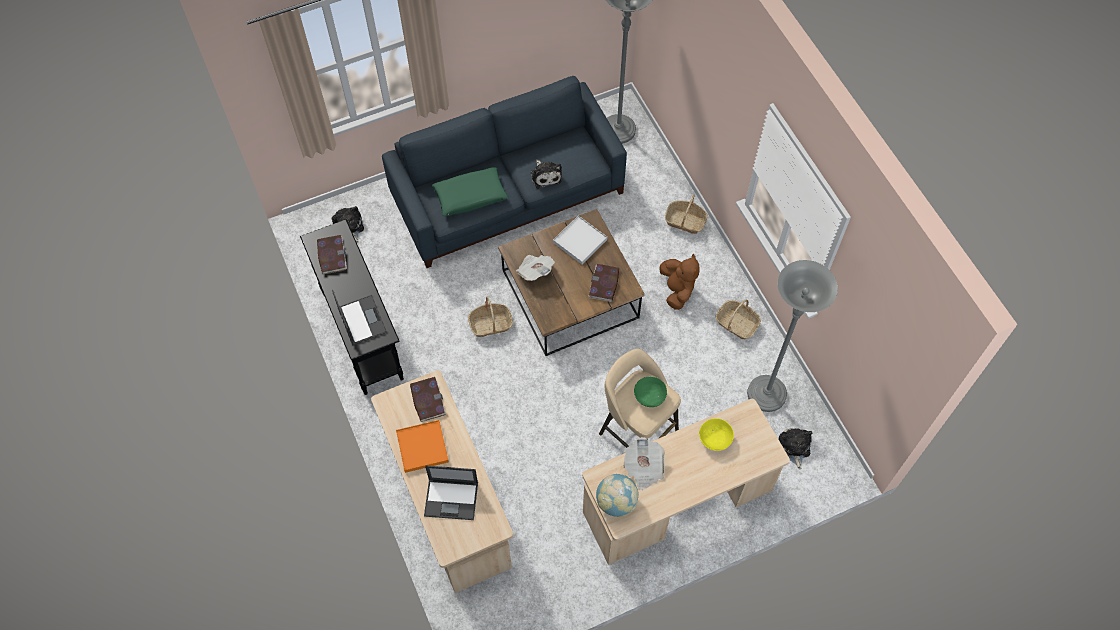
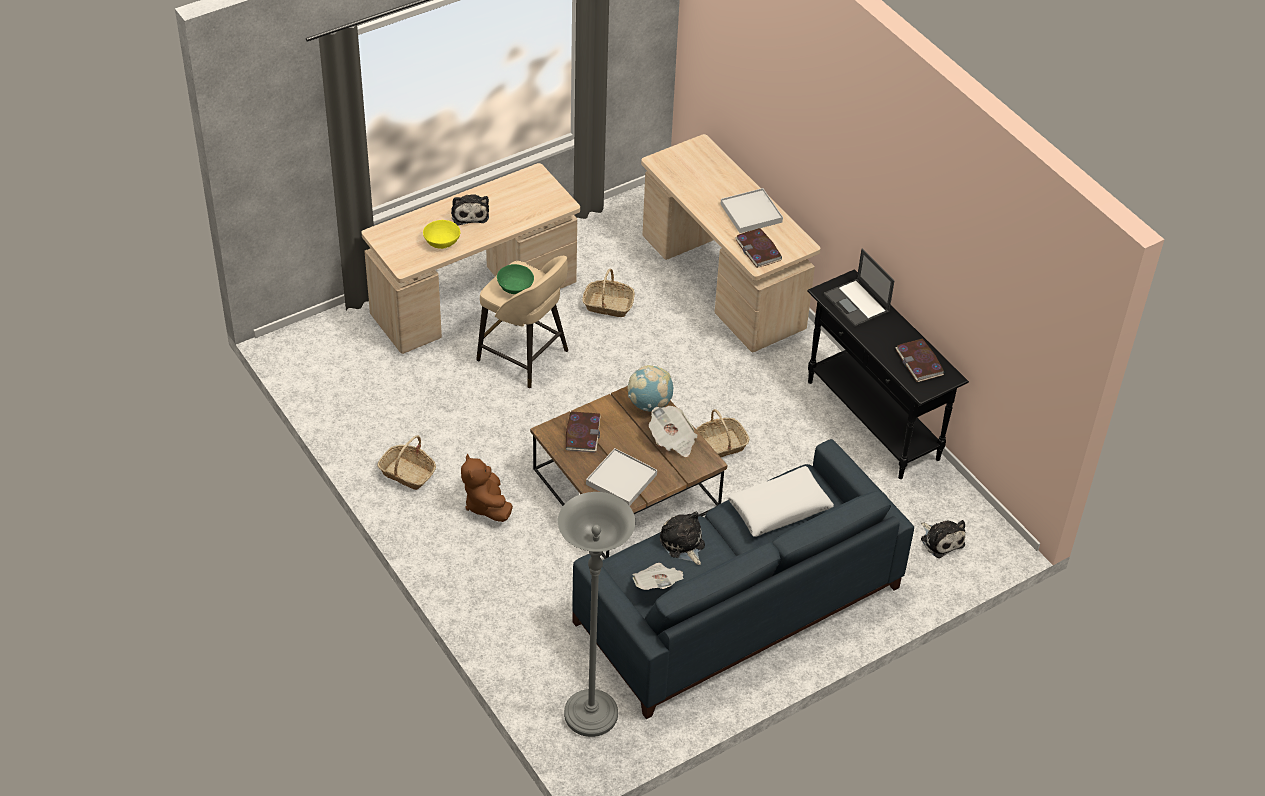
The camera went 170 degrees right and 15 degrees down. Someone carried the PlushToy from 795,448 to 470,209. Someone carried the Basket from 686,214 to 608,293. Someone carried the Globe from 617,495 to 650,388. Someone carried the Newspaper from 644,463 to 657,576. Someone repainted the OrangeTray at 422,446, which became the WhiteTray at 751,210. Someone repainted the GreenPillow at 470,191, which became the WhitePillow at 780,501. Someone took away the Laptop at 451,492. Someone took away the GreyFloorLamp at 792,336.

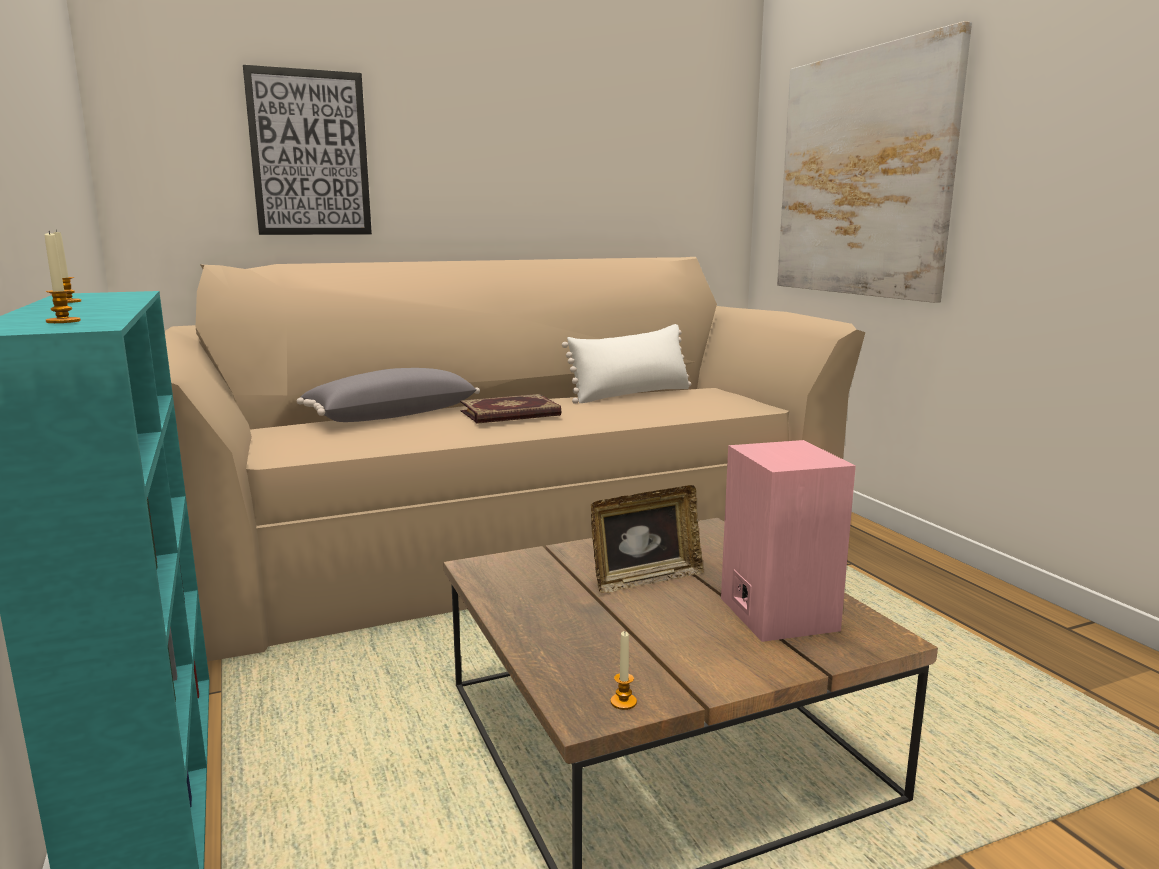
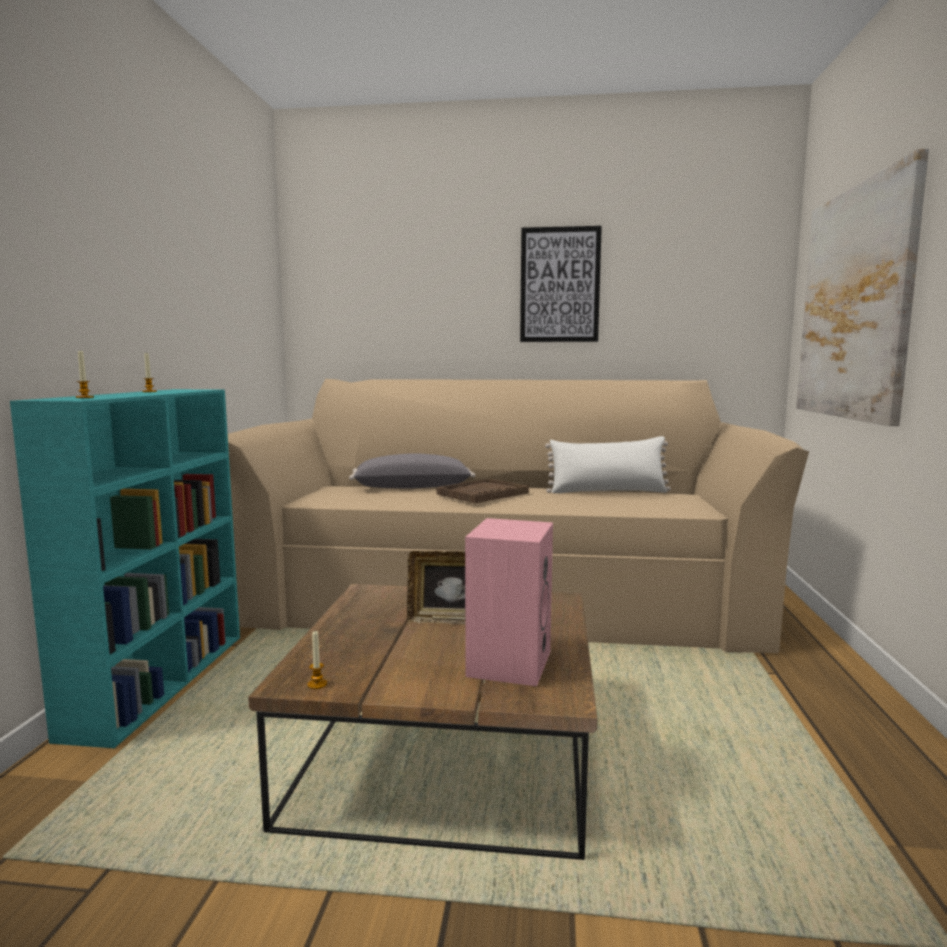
The camera went 30 degrees right and 5 degrees down. Someone swapped the Book at 511,409 for the BrownTray at 483,491. Someone carried the Picture from 307,150 to 561,284.

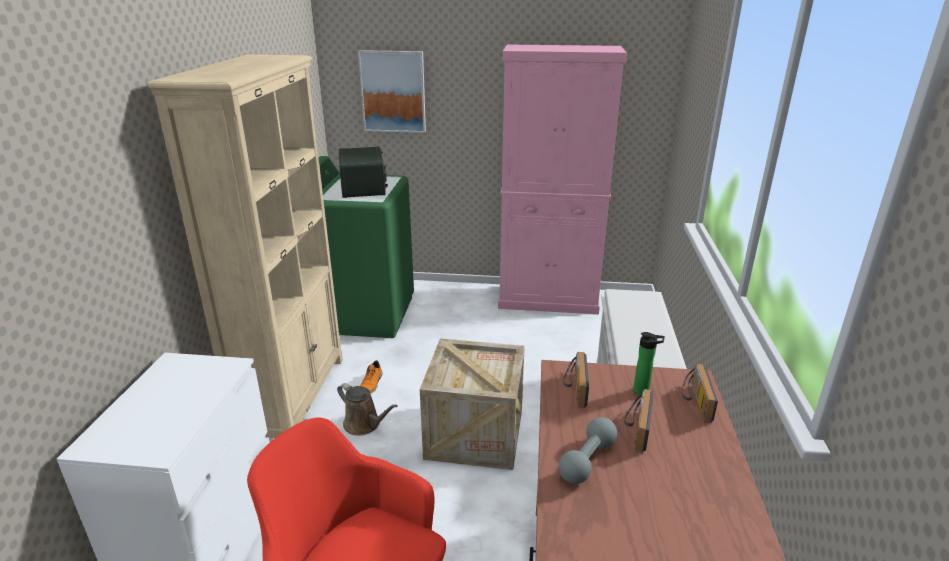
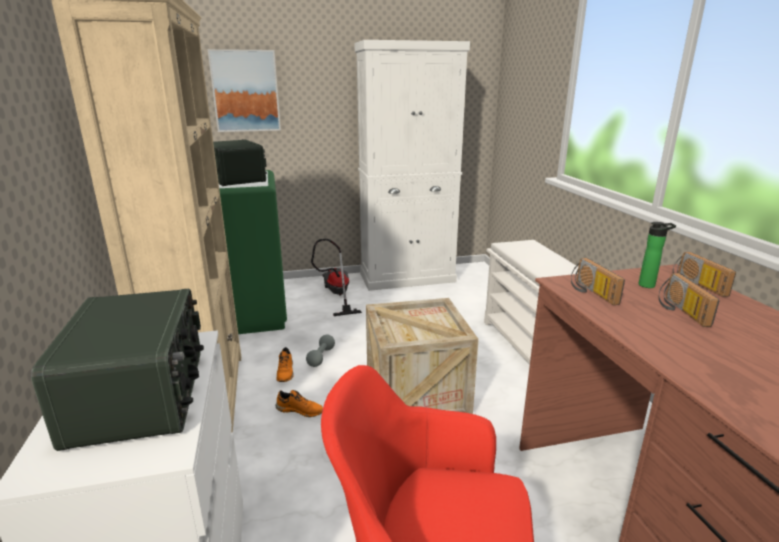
The camera went 20 degrees left and 5 degrees down. Someone put down the Radio at 117,370. Someone swapped the BrownWateringCan at 367,409 for the OrangeShoe at 299,403. Someone carried the GreyDumbbell from 588,450 to 320,351. Someone put down the VacuumCleaner at 336,277. Someone repainted the PinkCabinet at 562,179, which became the WhiteCabinet at 412,165.

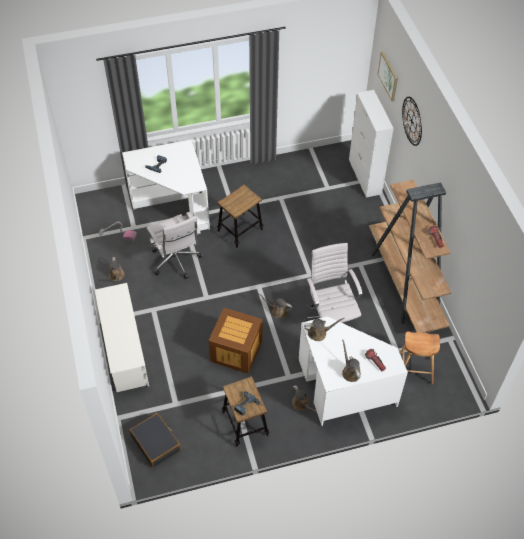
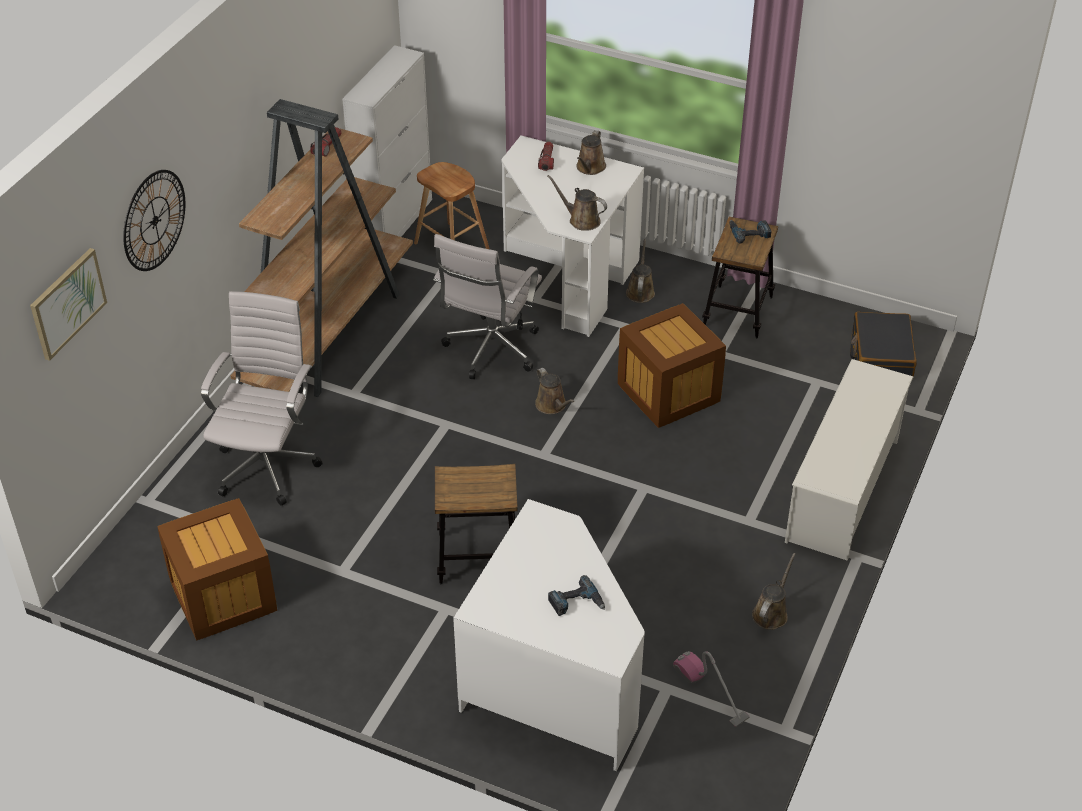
The camera went 140 degrees left and 10 degrees down. Someone put down the Crate at 217,569. Someone carried the WhiteOfficeChair from 174,245 to 261,398. Someone carried the WhiteCabinet from 371,144 to 387,141.

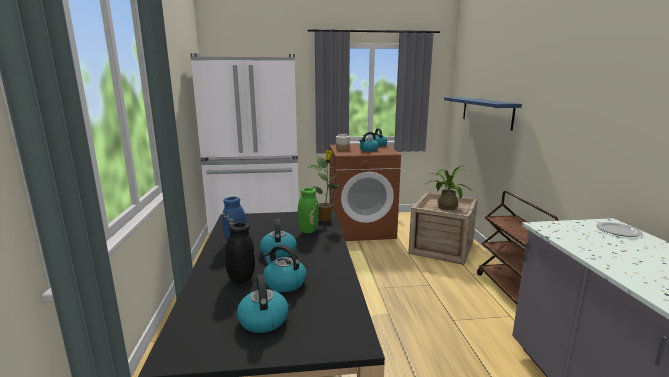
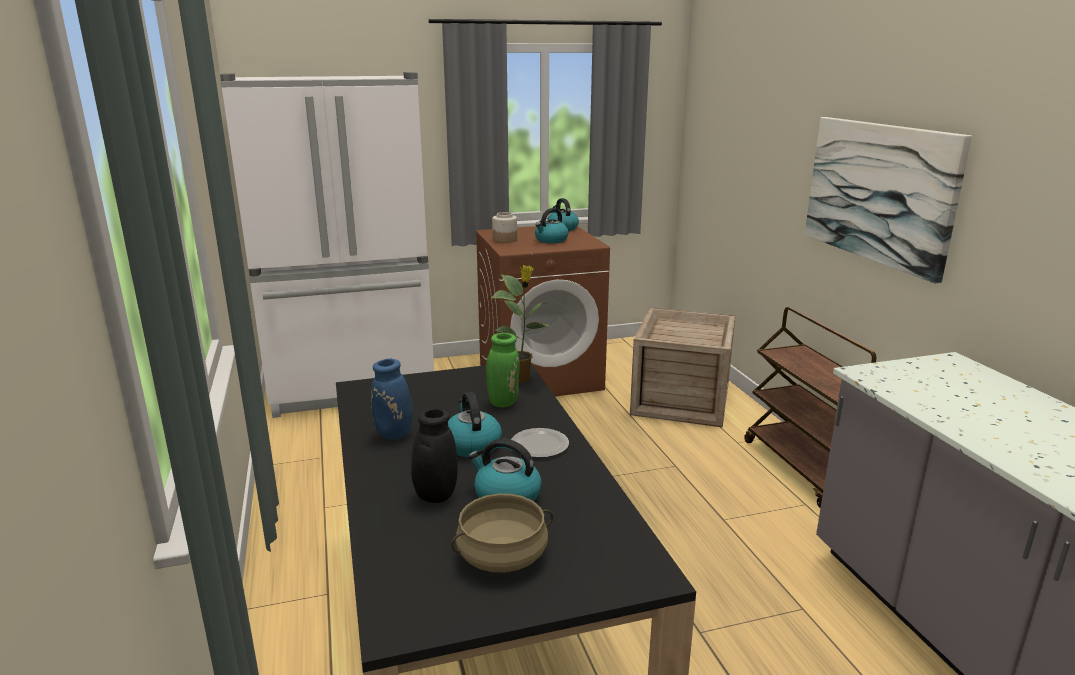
The camera went 10 degrees left and 5 degrees up. Someone swapped the Kettle at 262,303 for the BeigeCookingPot at 502,533. Someone carried the Plate from 619,229 to 540,443. Someone put up the Picture at 888,200. Someone took away the PottedPlant at 449,187. Someone took away the BlueShelf at 483,114.

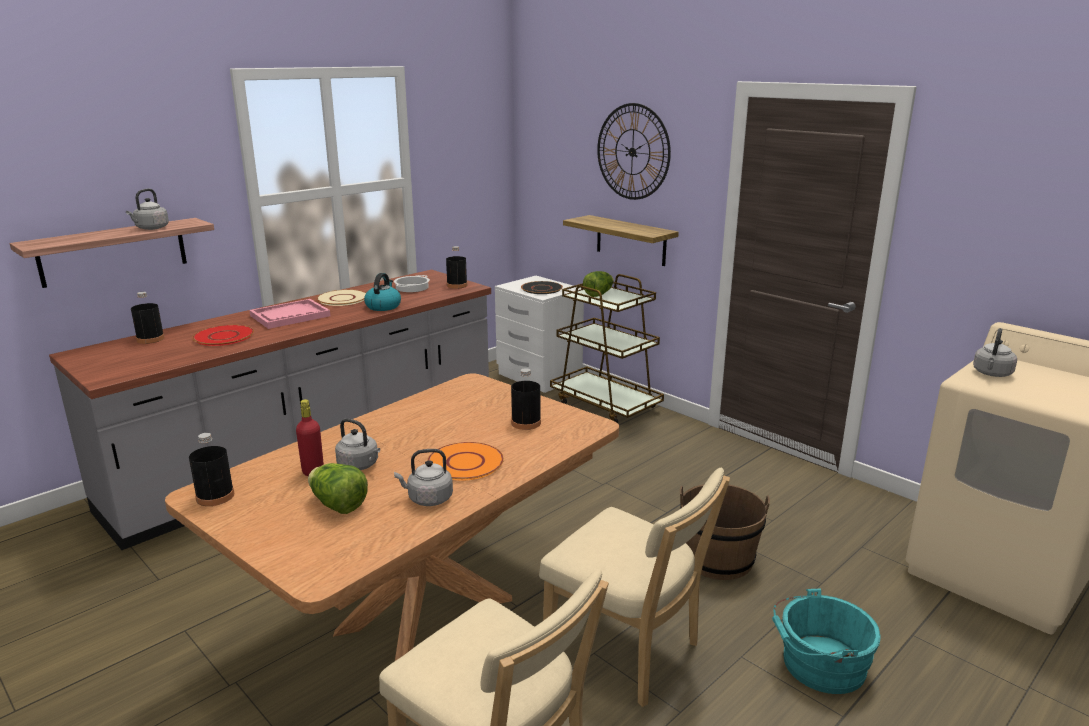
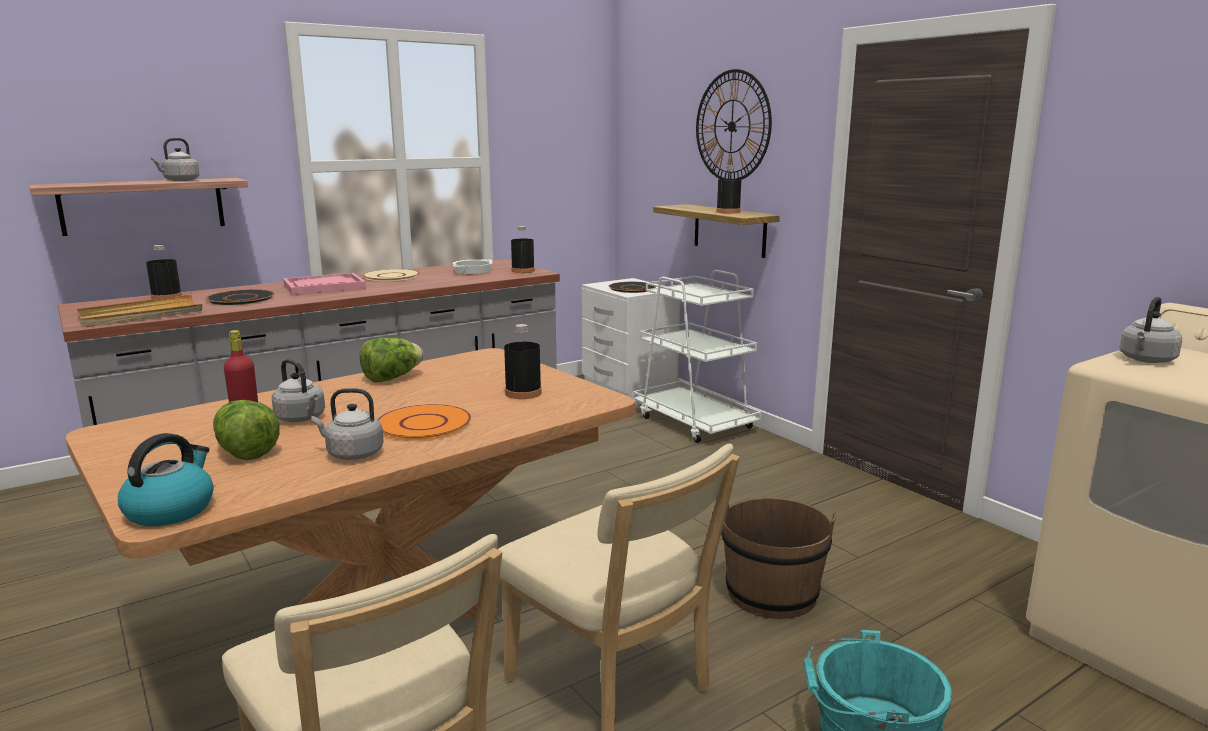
The camera went 10 degrees right and 5 degrees down. Someone put down the BeigeTray at 139,311. Someone carried the Kettle from 382,292 to 166,479. Someone repainted the RedPlate at 223,335, which became the BlackPlate at 240,297. Someone carried the Lettuce from 598,284 to 391,359. Someone repainted the BrownCart at 607,348, which became the WhiteCart at 697,356. Someone carried the BlackBottle from 211,469 to 728,189.

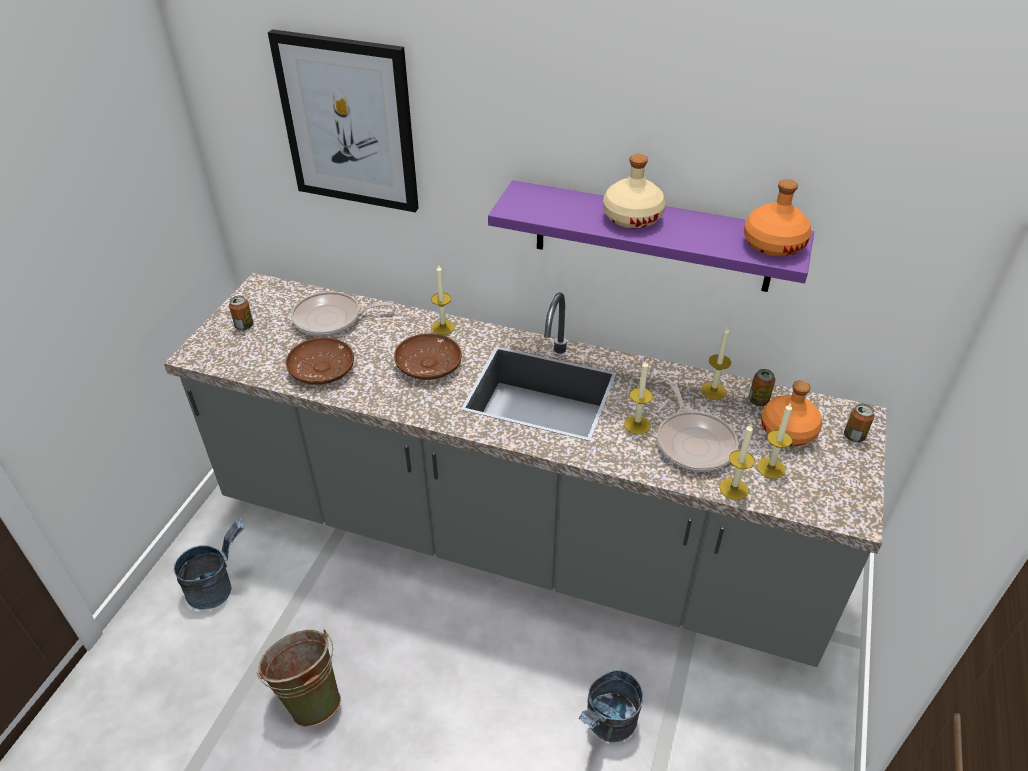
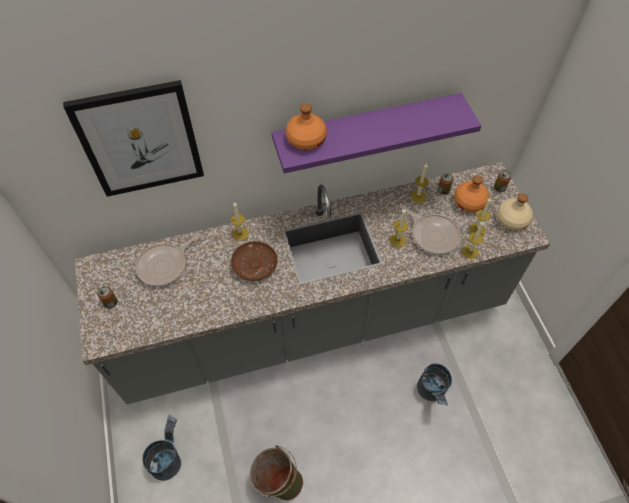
The camera went 35 degrees left and 15 degrees up. Someone carried the OrangeBottle from 777,217 to 306,126. Someone carried the BeigeBottle from 634,191 to 514,212. Someone took away the BrownPlate at 320,361.

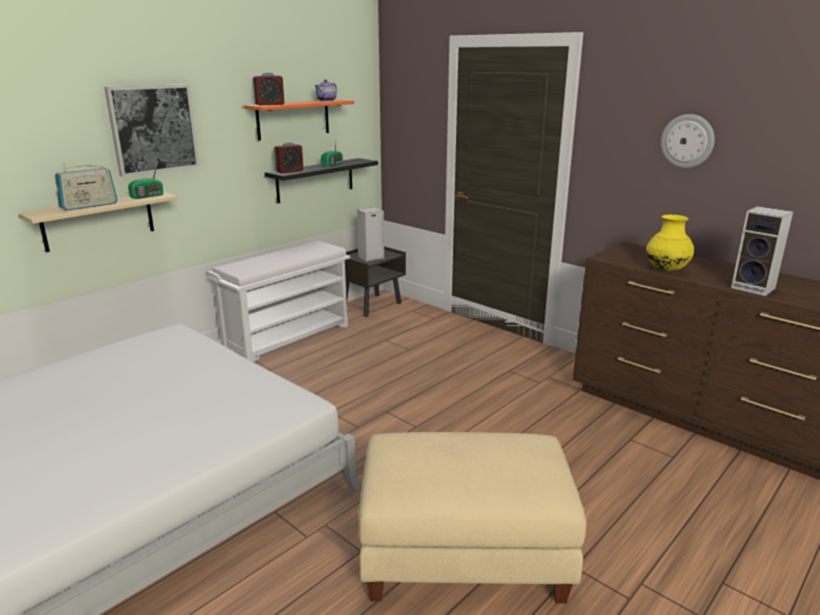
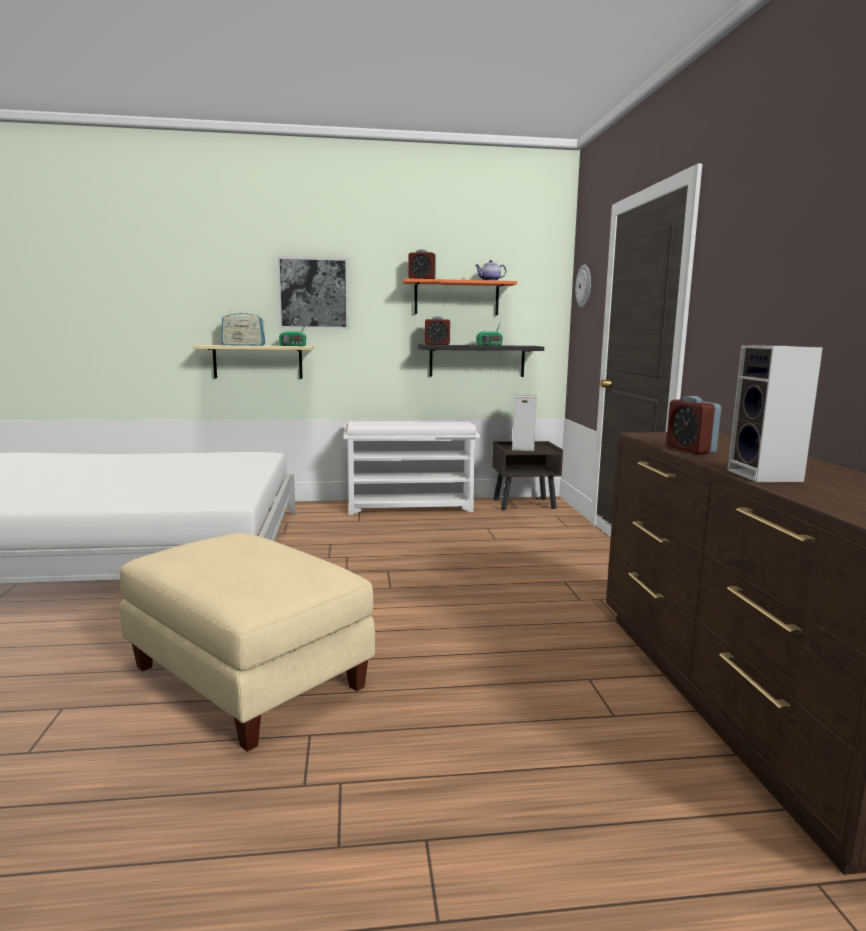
The camera went 40 degrees right and 10 degrees down. Someone carried the WallClock from 688,141 to 583,286. Someone swapped the YellowVase at 670,243 for the AlarmClock at 693,425.

